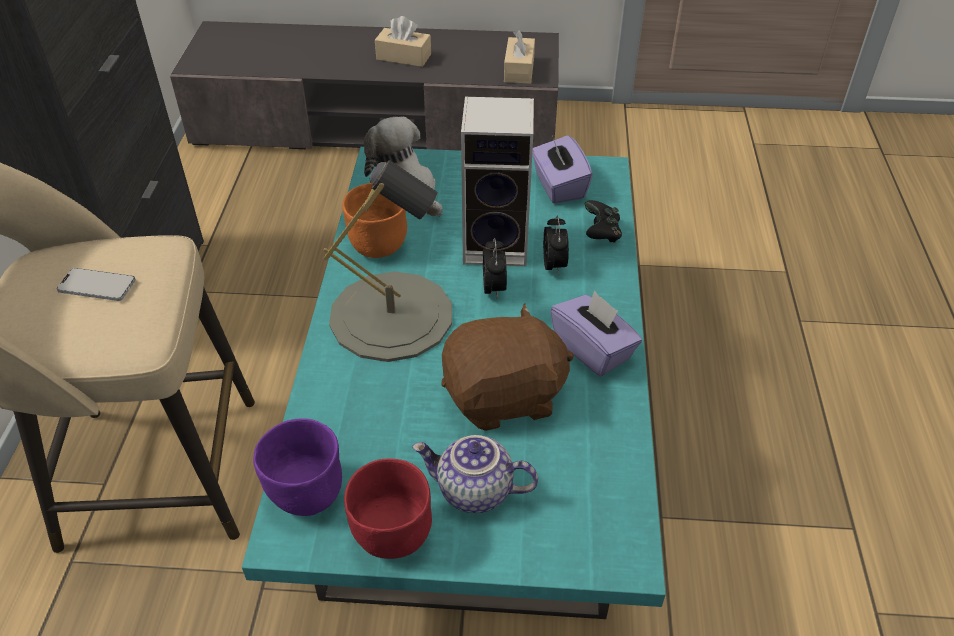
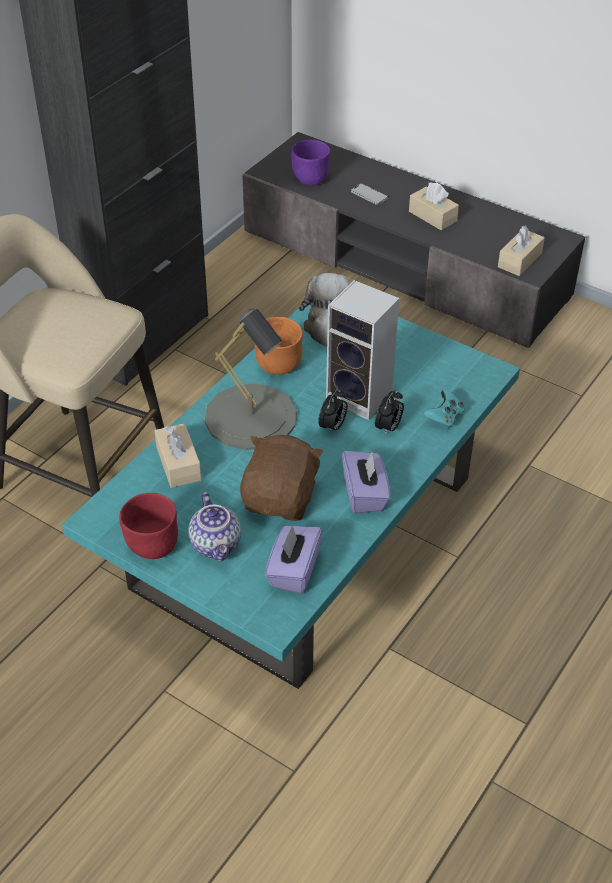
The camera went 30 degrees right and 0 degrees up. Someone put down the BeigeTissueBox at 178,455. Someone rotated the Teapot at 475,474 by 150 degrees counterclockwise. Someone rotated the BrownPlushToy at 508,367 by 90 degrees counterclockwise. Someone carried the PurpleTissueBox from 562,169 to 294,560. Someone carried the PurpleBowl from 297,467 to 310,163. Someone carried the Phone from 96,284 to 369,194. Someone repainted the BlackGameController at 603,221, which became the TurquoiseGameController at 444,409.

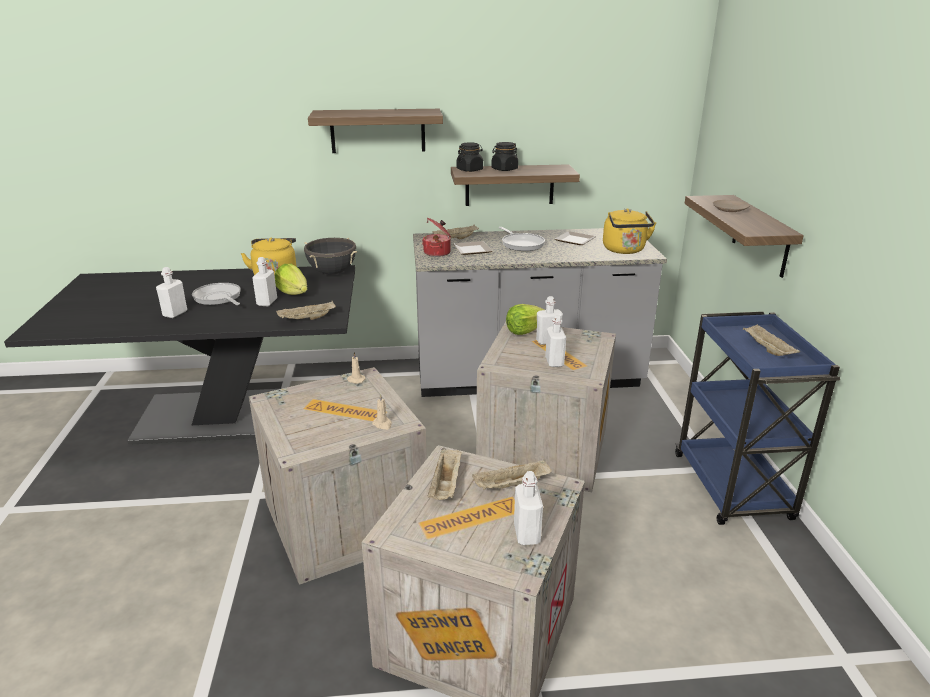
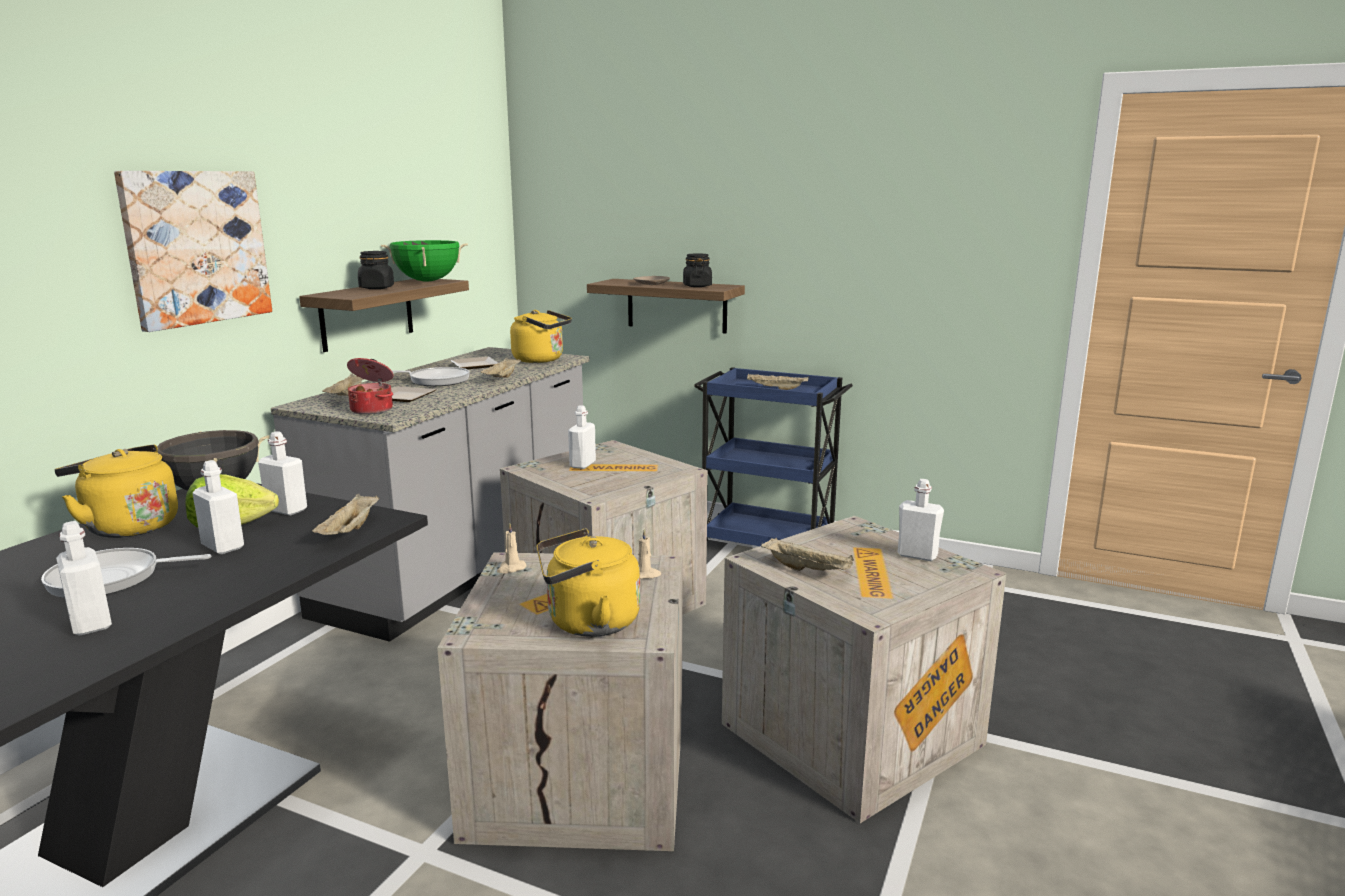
The camera went 60 degrees left and 10 degrees down. Someone swapped the Shelf at 375,131 for the Picture at 193,251. Someone carried the WhiteBottle from 555,341 to 282,473. Someone put down the GreenCookingPot at 424,260. Someone carried the BeigeTray from 512,474 to 501,368. Someone put down the YellowKettle at 588,583. Someone carried the BlackJar from 470,157 to 697,270. Someone took away the Lettuce at 525,319.

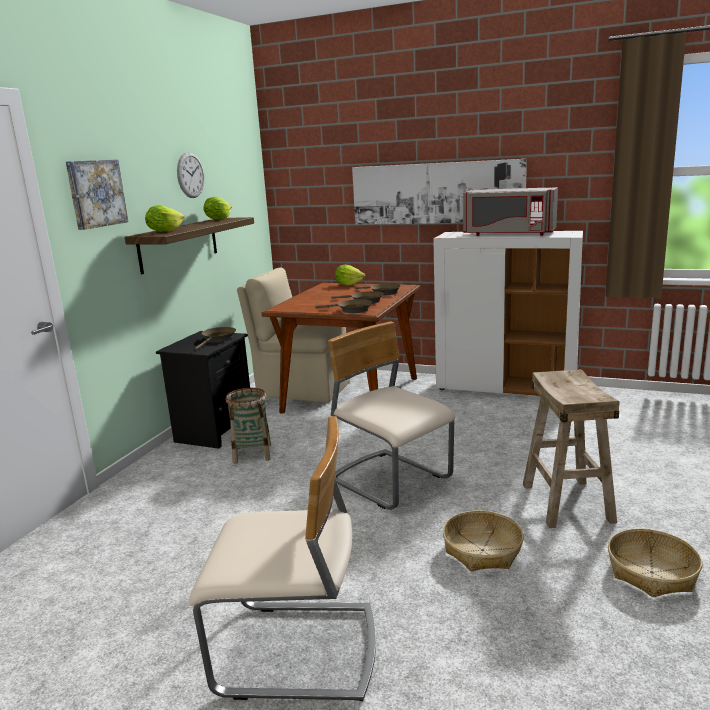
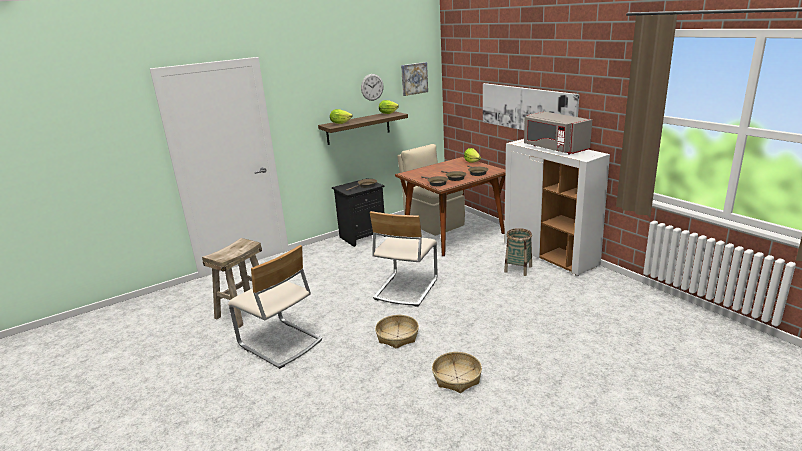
The camera went 35 degrees right and 5 degrees up. Someone carried the BeigeStool from 571,448 to 232,283. Someone rotated the BeigeChair at 391,416 by 150 degrees counterclockwise. Someone carried the Picture from 97,194 to 414,79. Someone carried the Basket from 248,426 to 518,252.

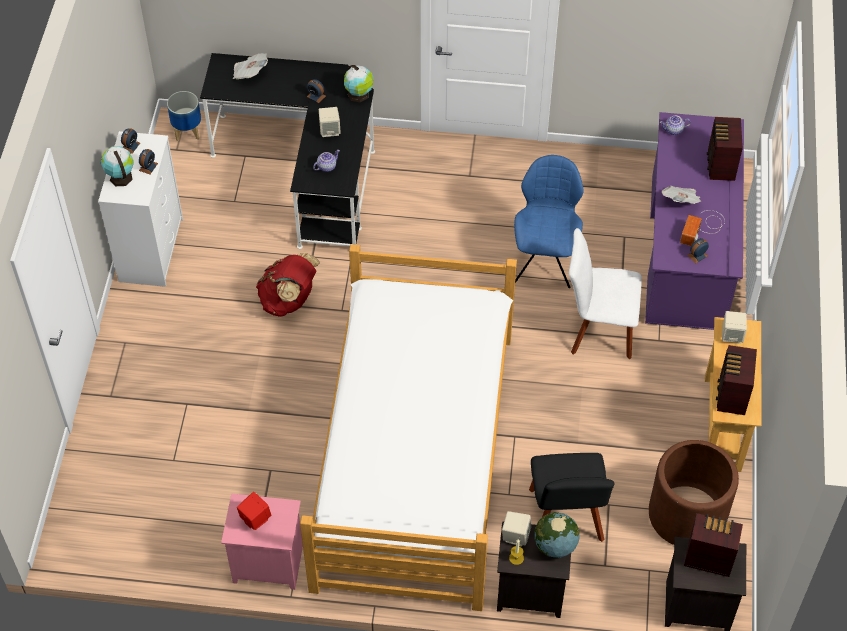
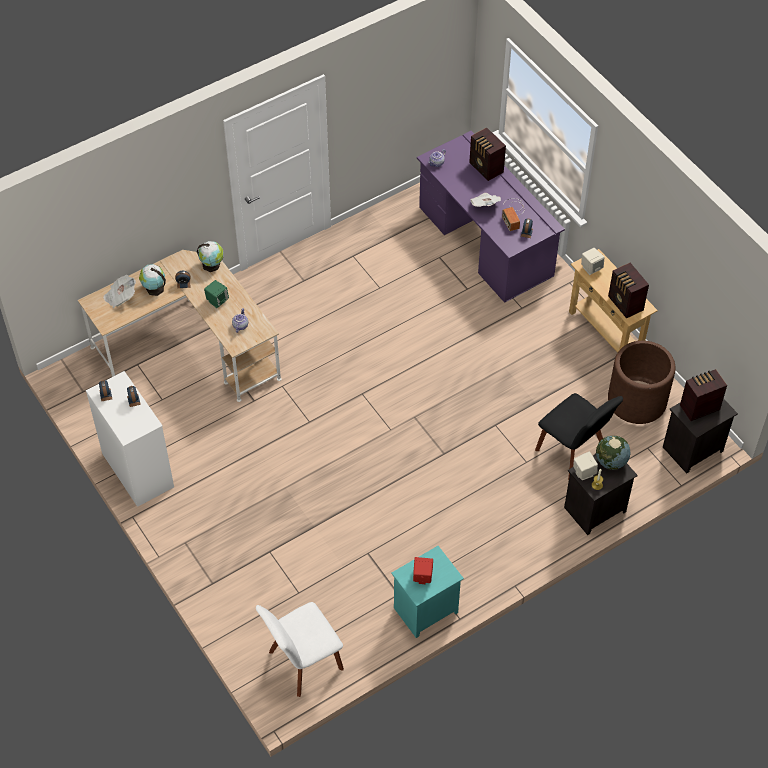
The camera went 40 degrees left and 0 degrees up. Someone repainted the BlackDesk at 287,151, which became the BeigeDesk at 180,326. Someone carried the Globe from 117,166 to 152,280. Someone repainted the BeigeSpeaker at 330,122, which became the GreenSpeaker at 216,294. Someone carried the WhiteChair from 605,293 to 300,649. Someone repainted the PinkNightstand at 262,542, which became the TurquoiseNightstand at 427,592. Someone took away the Planter at 184,116. Someone took away the RedBackpack at 288,285. Someone took away the Bed at 408,427. Someone took away the BlueChair at 549,221.

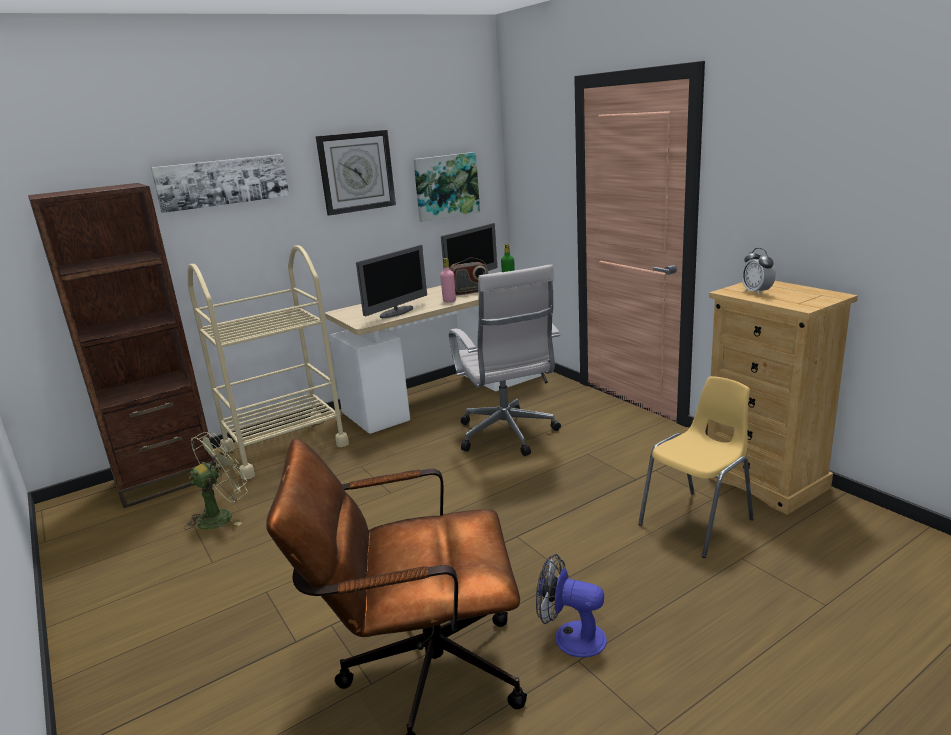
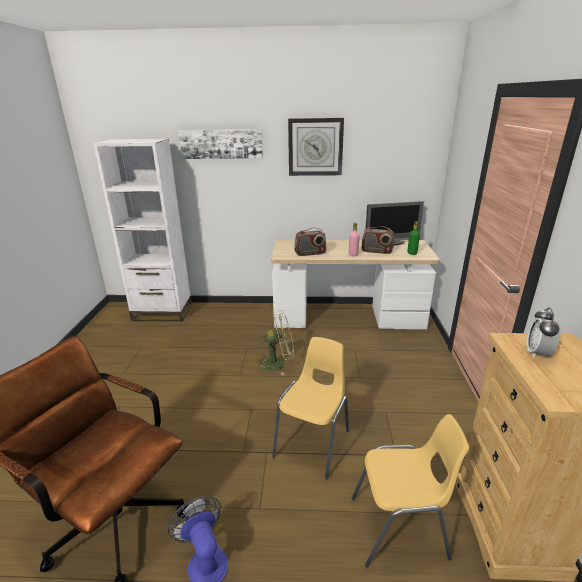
The camera went 35 degrees right and 5 degrees up. Someone repainted the BrownBookcase at 123,345, which became the WhiteBookcase at 142,230. Someone carried the GreenFan from 216,481 to 275,342. Someone put down the YellowChair at 310,408. Someone swapped the Monitor at 391,281 for the Radio at 310,242. Someone took away the BeigeCart at 268,362. Someone took away the Picture at 446,187. Someone took away the WhiteOfficeChair at 505,360.

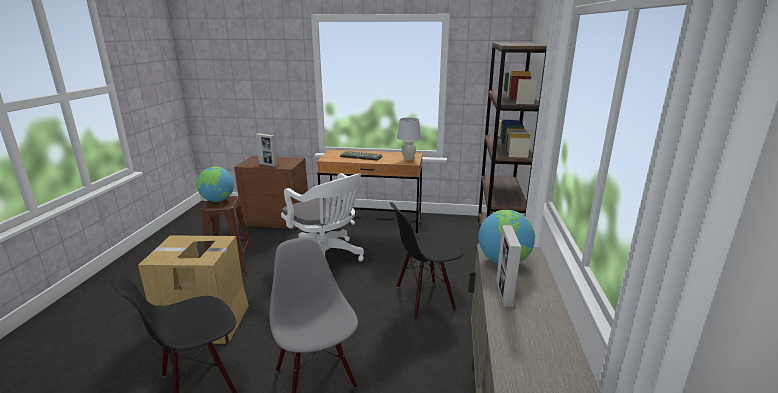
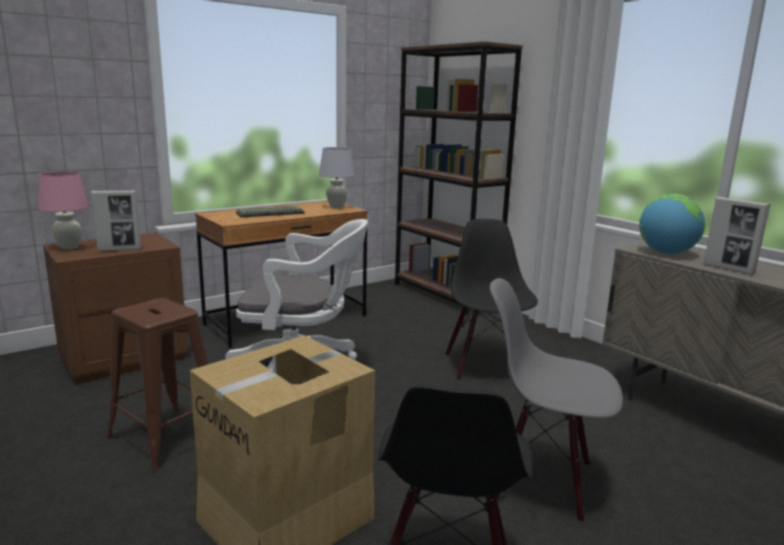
The camera went 45 degrees left and 5 degrees down. Someone put down the PinkTableLamp at 63,210. Someone rotated the BlackChair at 426,260 by 150 degrees clockwise. Someone took away the Globe at 215,184.

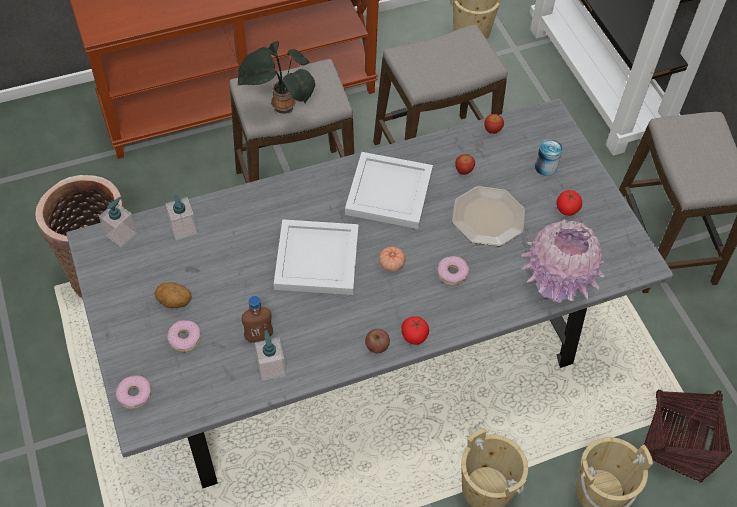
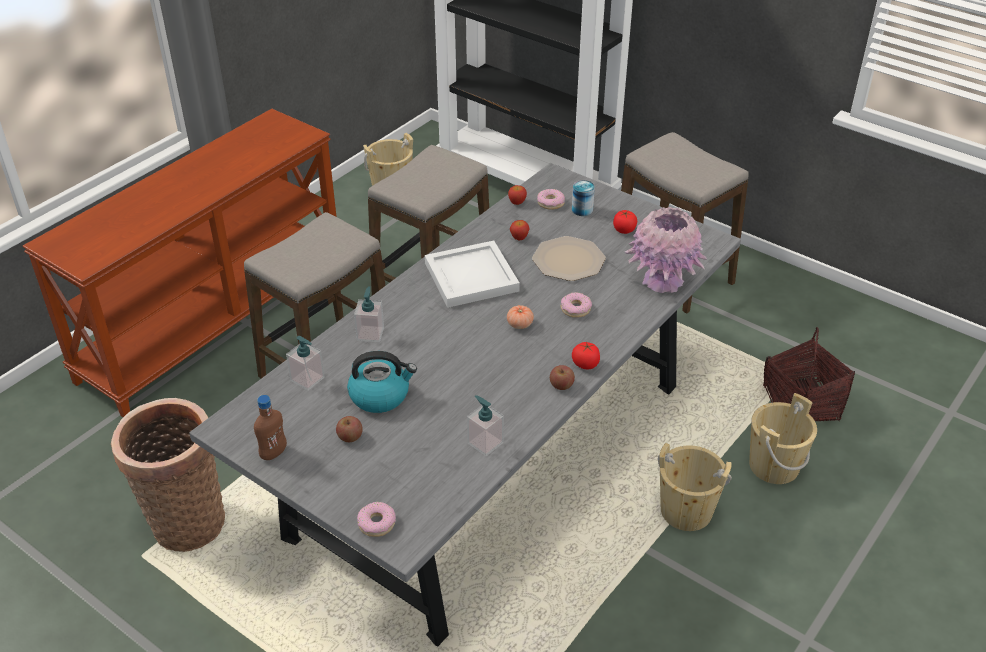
The camera went 30 degrees left and 15 degrees down. Someone carried the BrownBottle from 257,319 to 270,427. Someone swapped the Potato at 173,295 for the Apple at 349,429. Someone put down the Kettle at 382,382. Someone carried the SoapDispenser from 118,222 to 369,314. Someone carried the Donut from 184,336 to 551,199. Someone took away the PottedPlant at 276,77. Someone took away the WhiteTray at 316,257.

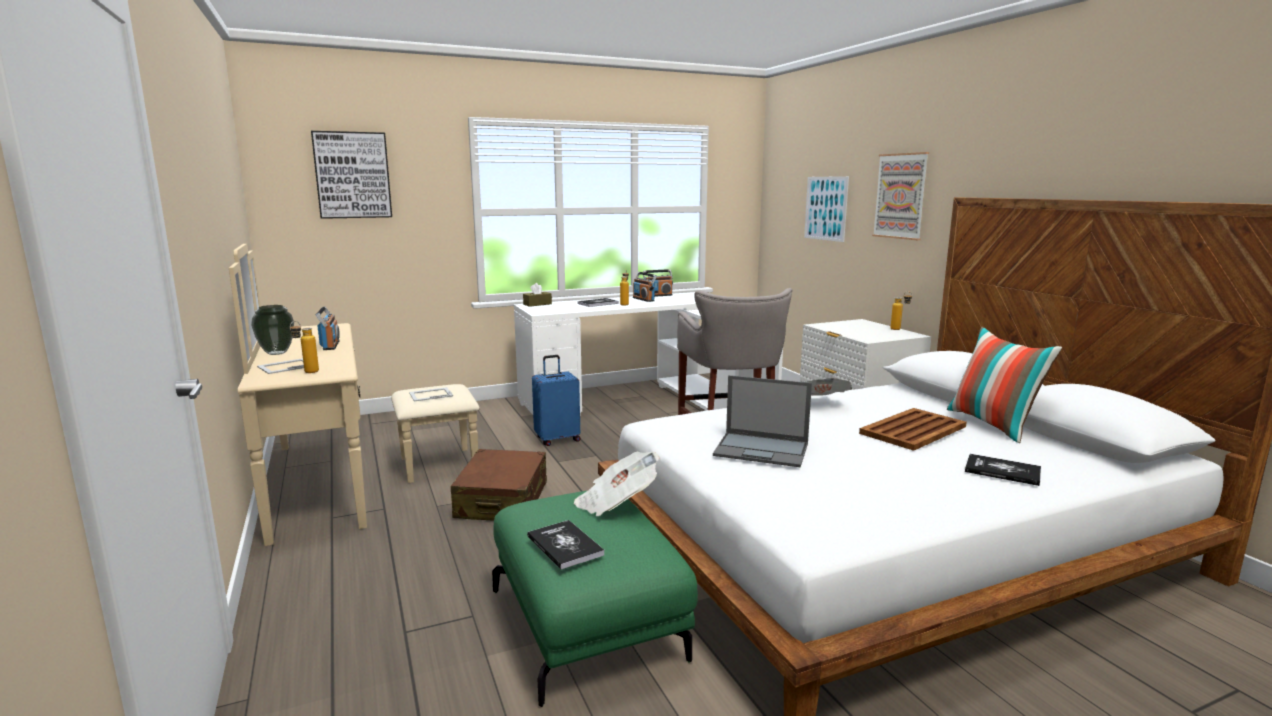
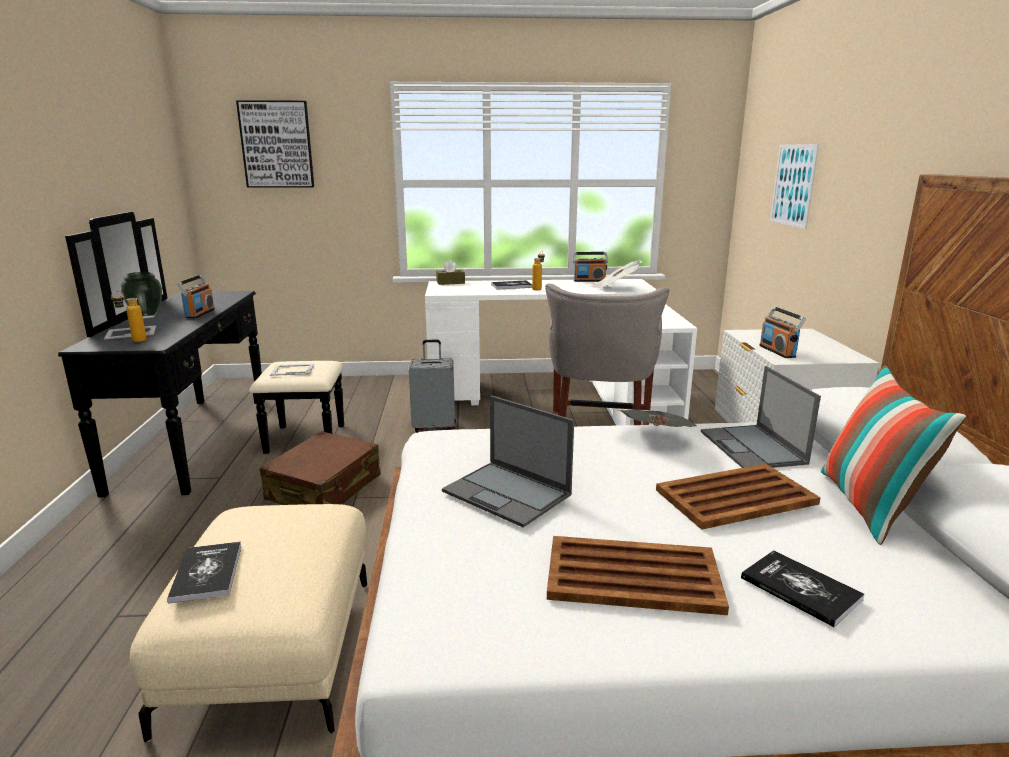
The camera went 20 degrees right and 5 degrees up. Someone repainted the BeigeDresser at 354,395, which became the BlackDresser at 201,355. Someone repainted the GreenOttoman at 595,598, which became the BeigeOttoman at 248,623. Someone repainted the BlueSuitcase at 556,400, which became the GreySuitcase at 432,386. Someone put down the BrownTray at 638,575. Someone carried the Newspaper from 617,484 to 616,274. Someone put down the Laptop at 761,417. Someone carried the Radio from 645,287 to 782,332. Someone took away the Picture at 900,196. Someone took away the Bottle at 901,311.

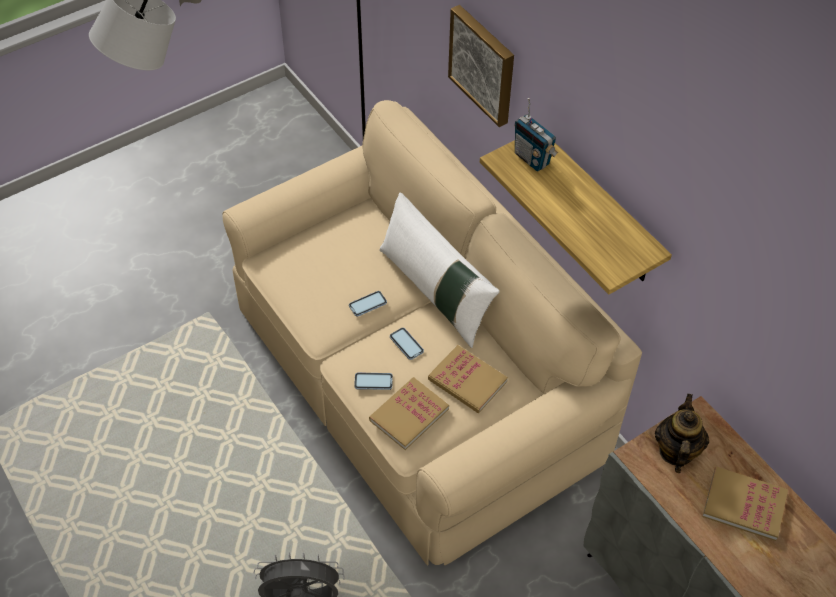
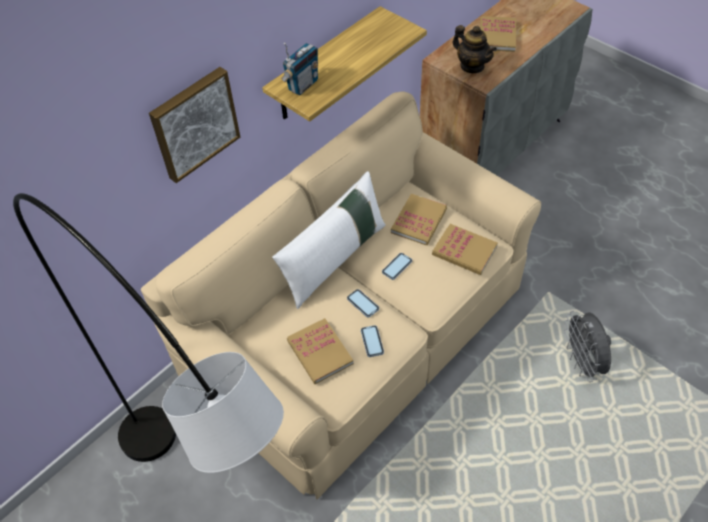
The camera went 100 degrees left and 0 degrees up. Someone put down the Book at 320,351. Someone carried the Phone from 373,381 to 372,341. Someone rotated the Teapot at 682,433 by 135 degrees counterclockwise.

